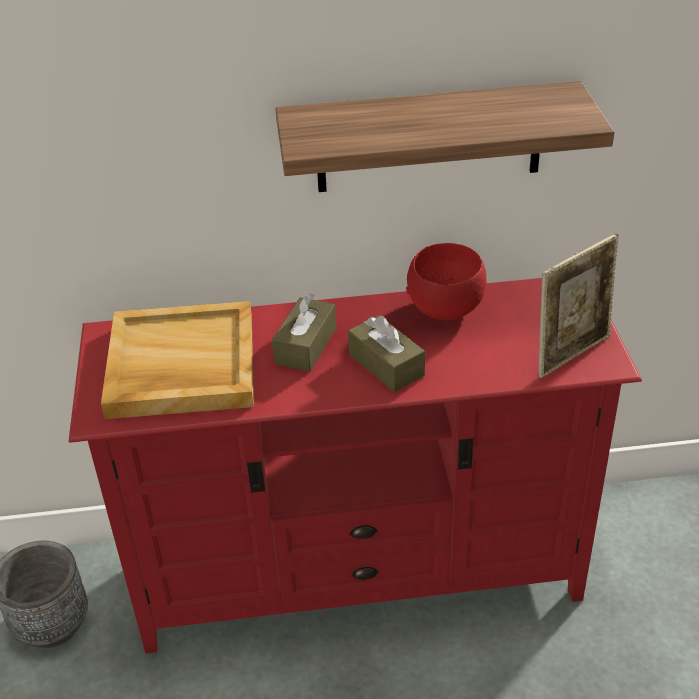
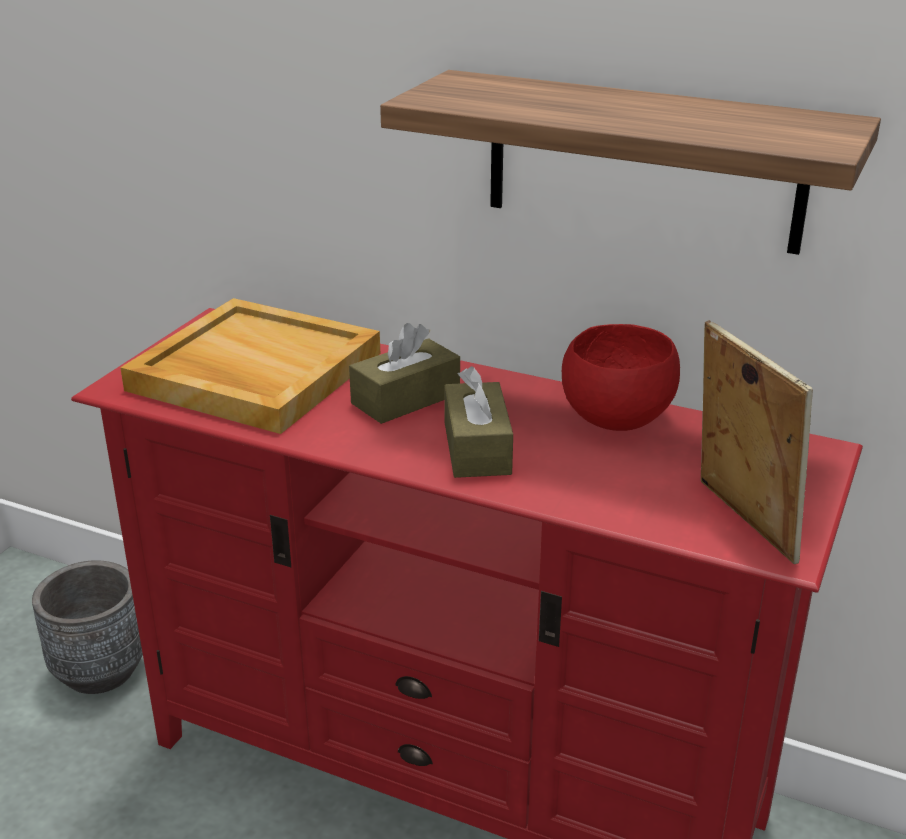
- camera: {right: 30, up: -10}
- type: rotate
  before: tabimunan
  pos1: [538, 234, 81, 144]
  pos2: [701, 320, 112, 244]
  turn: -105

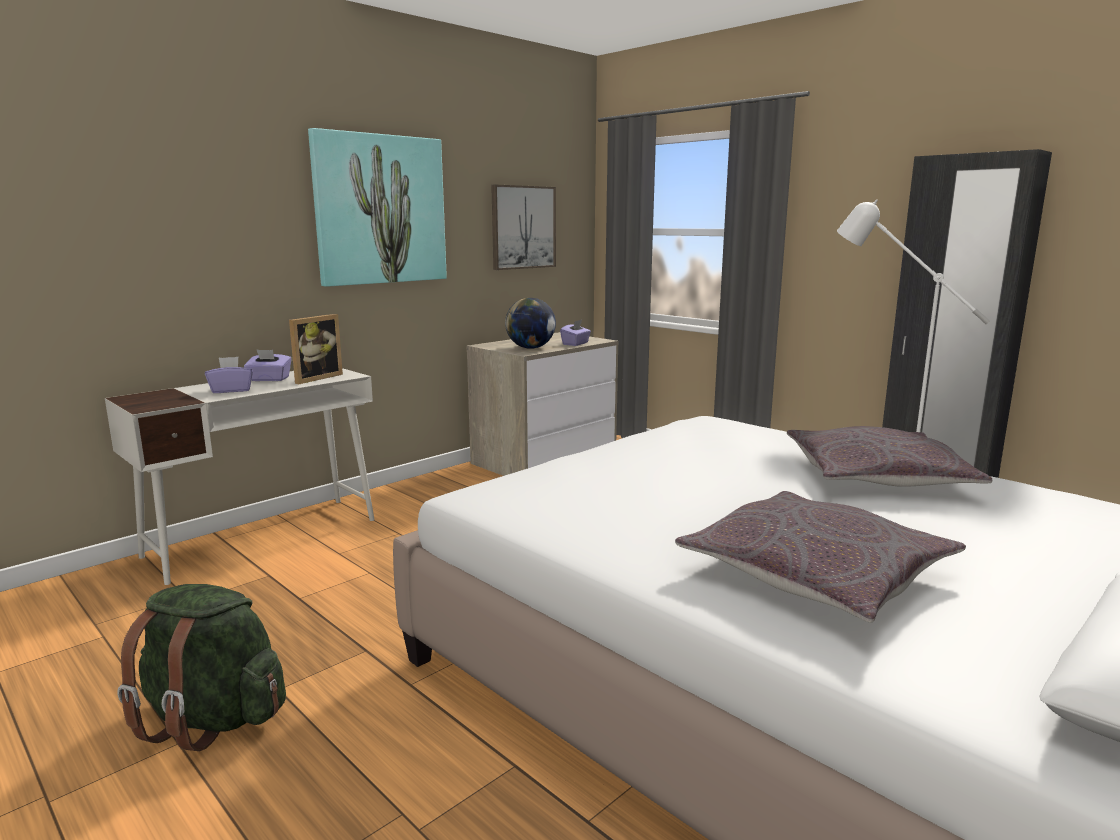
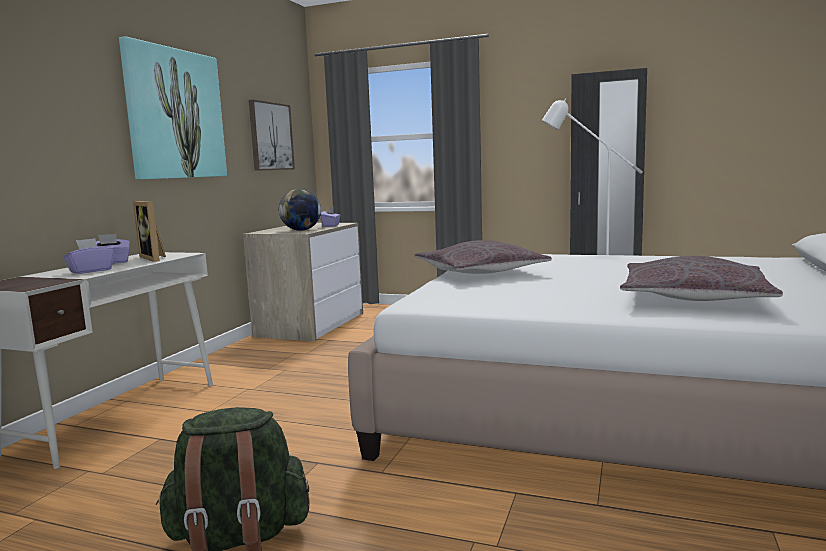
- camera: {right: -25, up: -5}
- type: rotate
  before: tabimunan
  pos1: [289, 314, 54, 70]
  pos2: [133, 201, 33, 61]
  turn: 135
- type: move
  before: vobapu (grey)
  pos1: [787, 426, 205, 61]
  pos2: [415, 240, 137, 34]

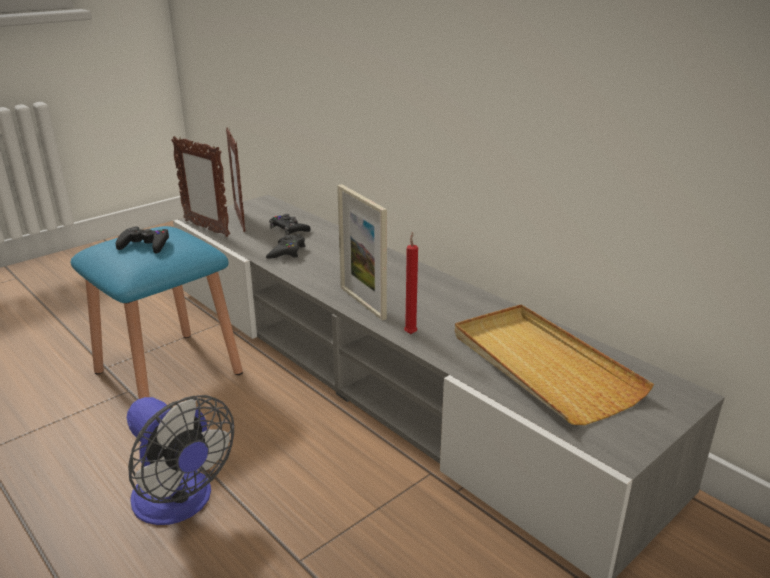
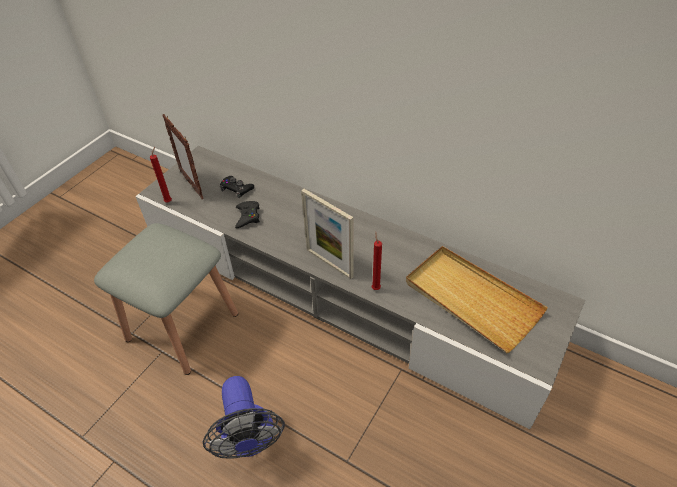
- camera: {right: -15, up: 20}
- type: replace
  before: tabimunan
  after: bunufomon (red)
  pos1: [171, 136, 59, 101]
  pos2: [150, 147, 22, 55]
- type: recolor
  before: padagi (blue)
  after: padagi (grey)
  pos1: [71, 226, 172, 173]
  pos2: [94, 223, 144, 152]
- type: delete
  before: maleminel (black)
  pos1: [116, 226, 53, 27]
- type: rotate
  before: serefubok
  pos1: [127, 395, 107, 130]
  pos2: [203, 376, 82, 83]
  turn: 45

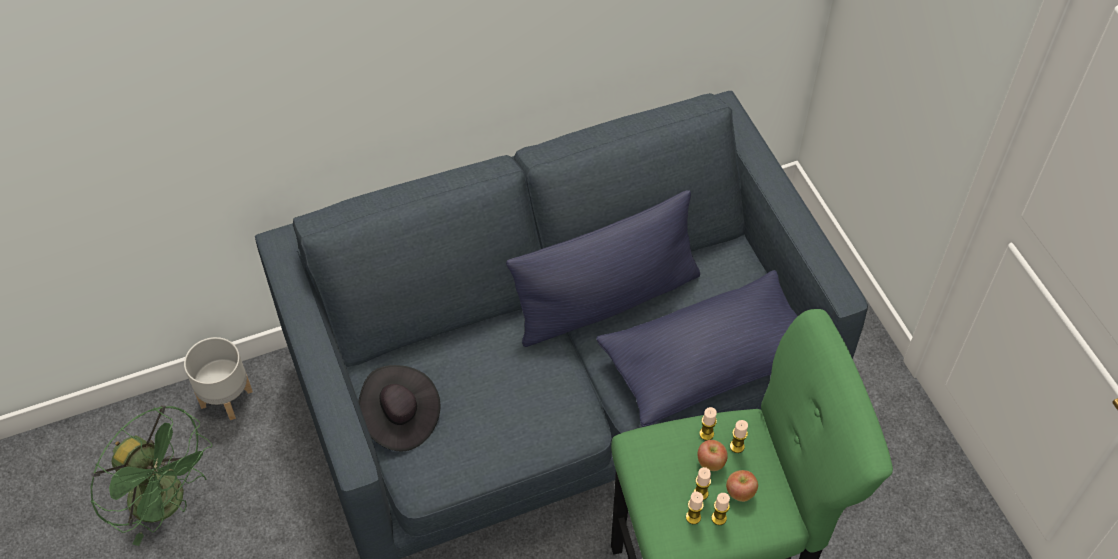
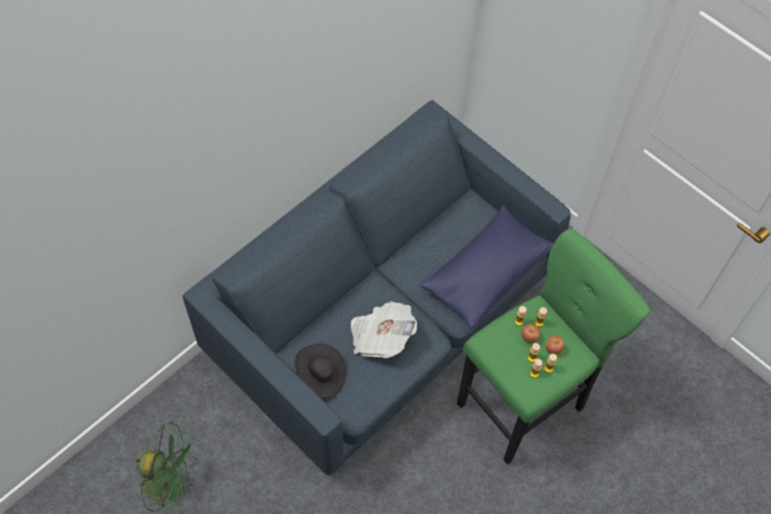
- camera: {right: -25, up: 5}
- type: delete
  before: vobapu (blue)
  pos1: [506, 190, 194, 157]
- type: delete
  before: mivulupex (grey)
  pos1: [184, 337, 69, 83]
- type: insert
  after: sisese
  pos2: [351, 301, 66, 57]

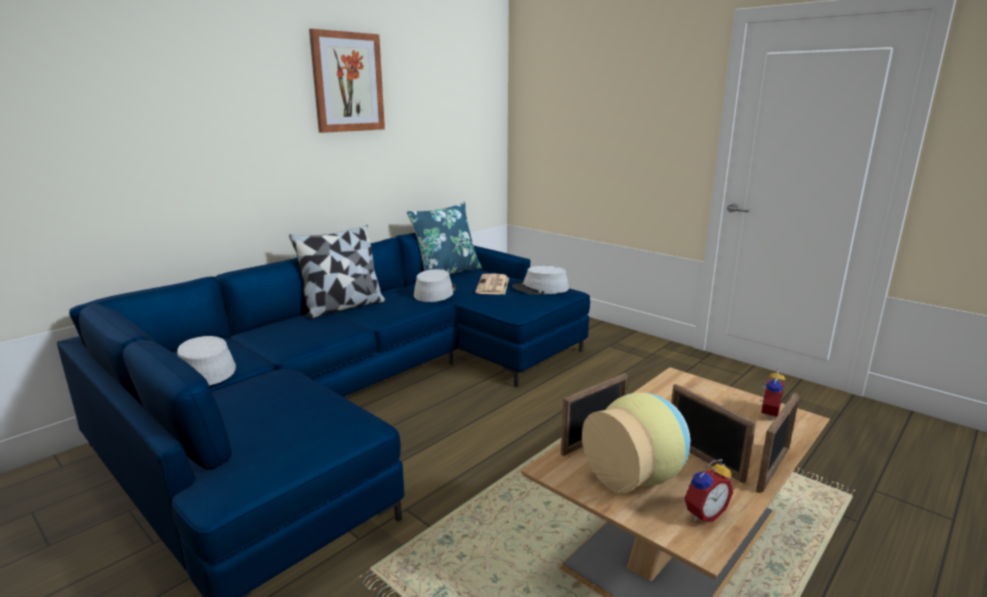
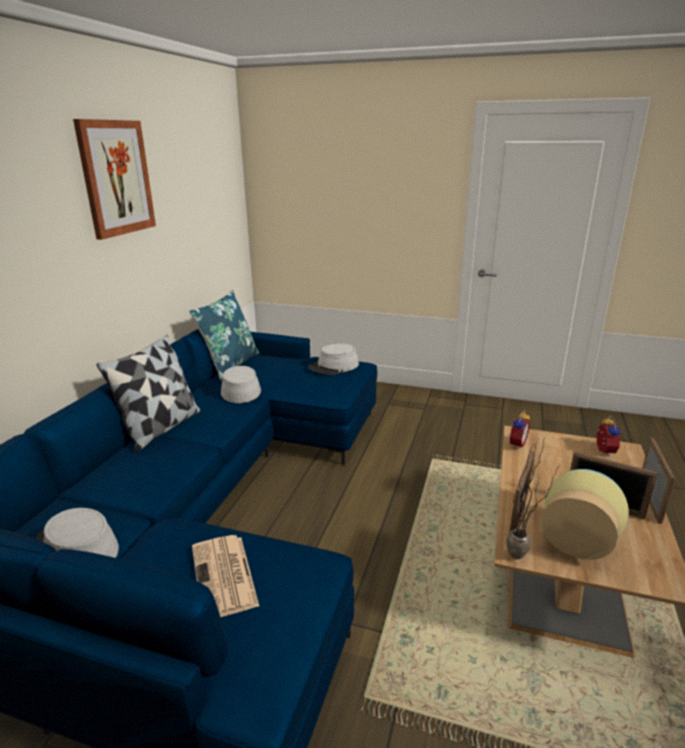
- camera: {right: -25, up: 5}
- type: move
  before: sisese
  pos1: [475, 274, 34, 20]
  pos2: [192, 535, 67, 82]
- type: move
  before: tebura
  pos1: [684, 459, 49, 63]
  pos2: [509, 410, 21, 39]
- type: insert
  after: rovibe
  pos2: [506, 437, 53, 122]

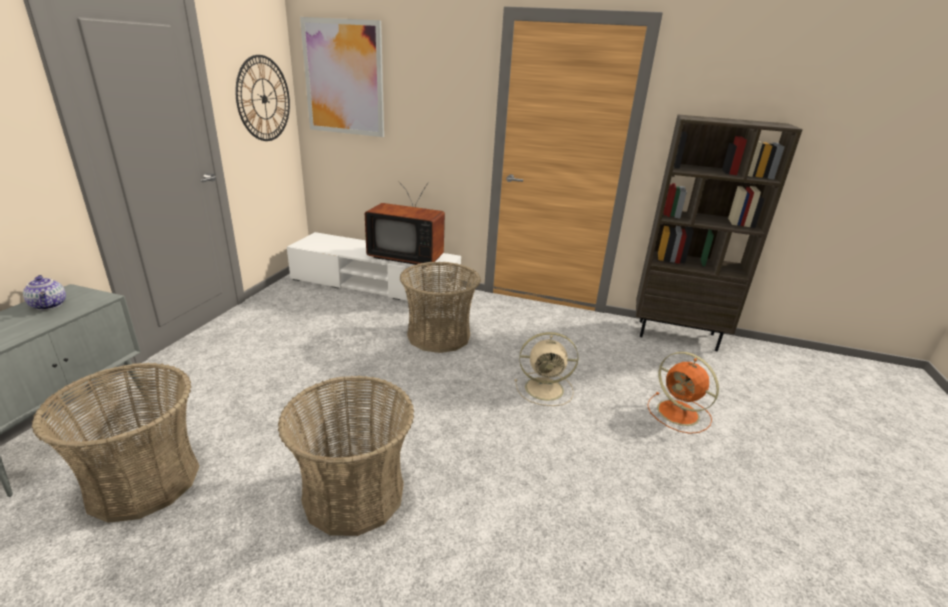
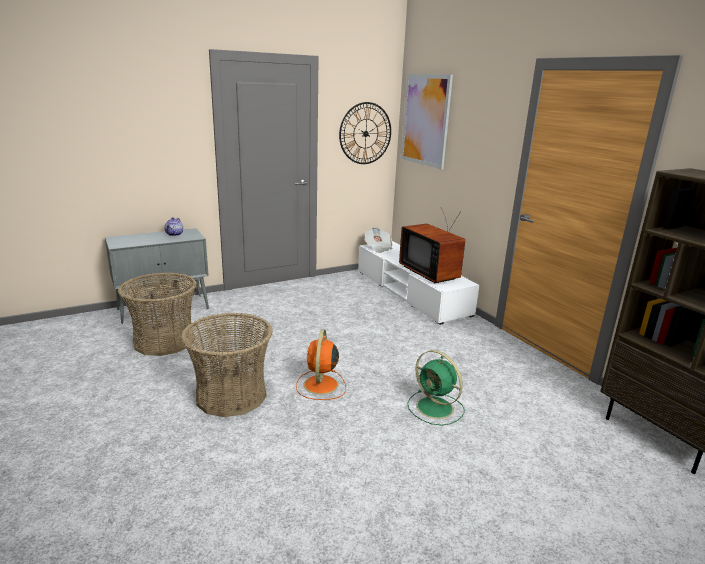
- camera: {right: 45, up: -5}
- type: delete
  before: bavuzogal
  pos1: [400, 261, 81, 92]
- type: recolor
  before: serefubok (beige)
  after: serefubok (green)
  pos1: [515, 332, 63, 74]
  pos2: [407, 350, 57, 76]
- type: move
  before: serefubok (orange)
  pos1: [647, 352, 72, 82]
  pos2: [296, 329, 50, 71]
- type: insert
  after: sisese
  pos2: [364, 227, 29, 26]

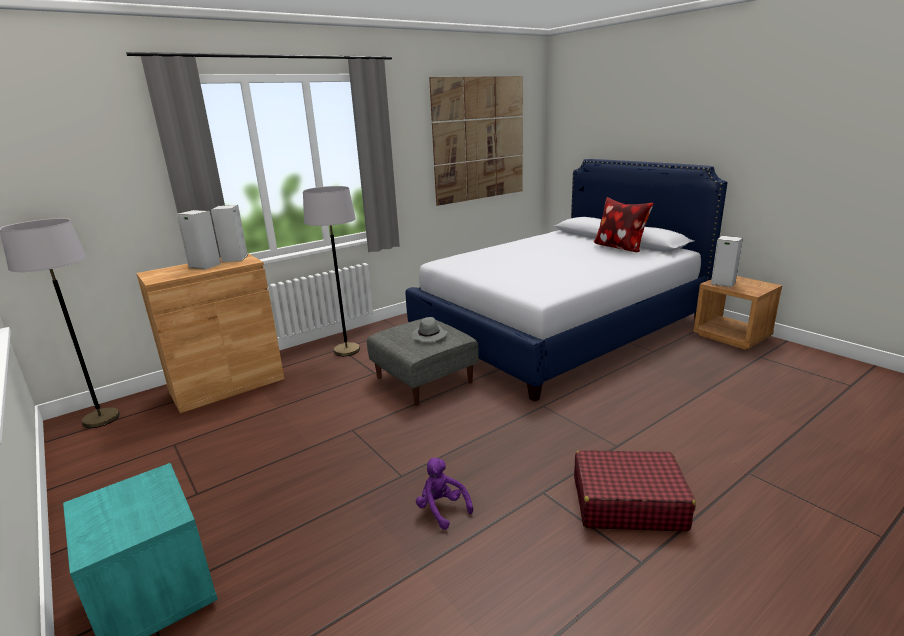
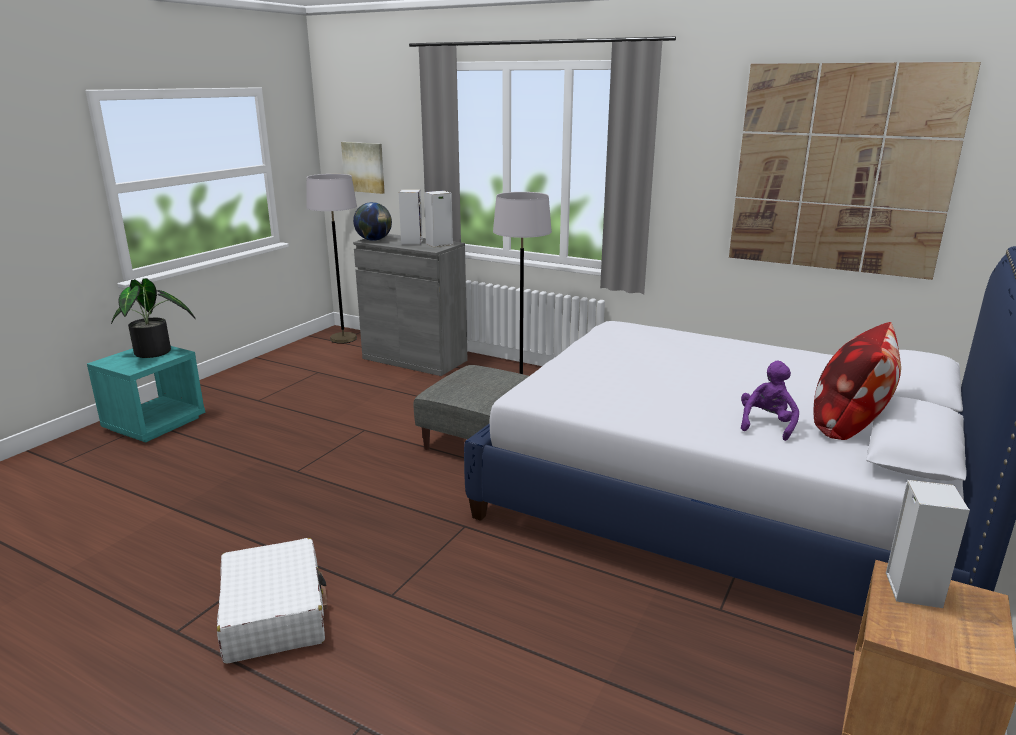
- camera: {right: 65, up: 0}
- type: recolor
  before: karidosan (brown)
  after: karidosan (grey)
  pos1: [136, 253, 149, 160]
  pos2: [353, 234, 114, 142]
- type: delete
  before: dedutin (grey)
  pos1: [412, 317, 35, 25]
- type: recolor
  before: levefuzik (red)
  after: levefuzik (white)
  pos1: [574, 450, 122, 81]
  pos2: [217, 538, 110, 126]
- type: move
  before: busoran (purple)
  pos1: [416, 458, 57, 72]
  pos2: [741, 361, 58, 80]
- type: insert
  after: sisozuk
  pos2: [341, 142, 44, 52]
- type: insert
  after: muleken
  pos2: [353, 202, 39, 39]
- type: insert
  after: rovibe
  pos2: [111, 278, 85, 80]

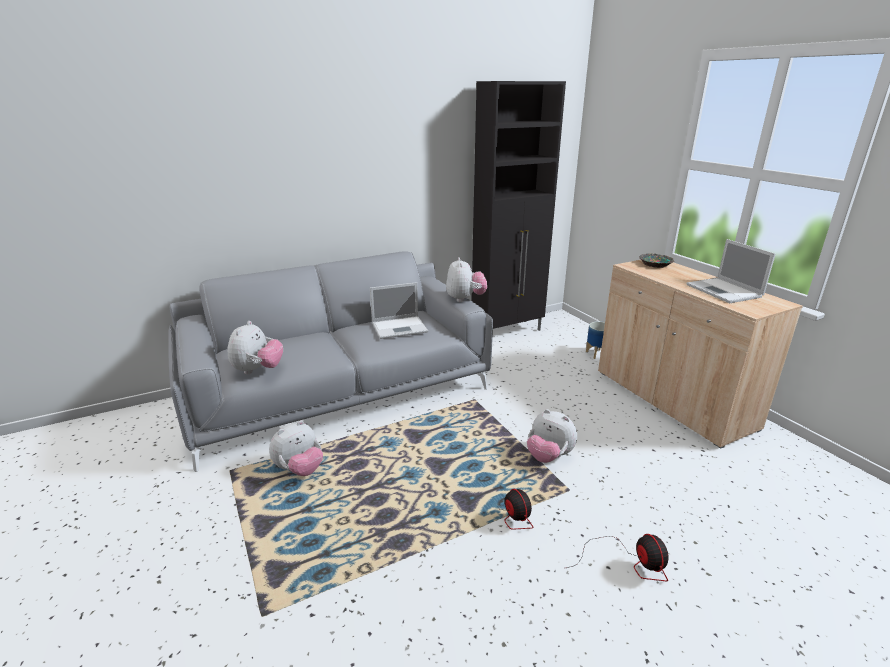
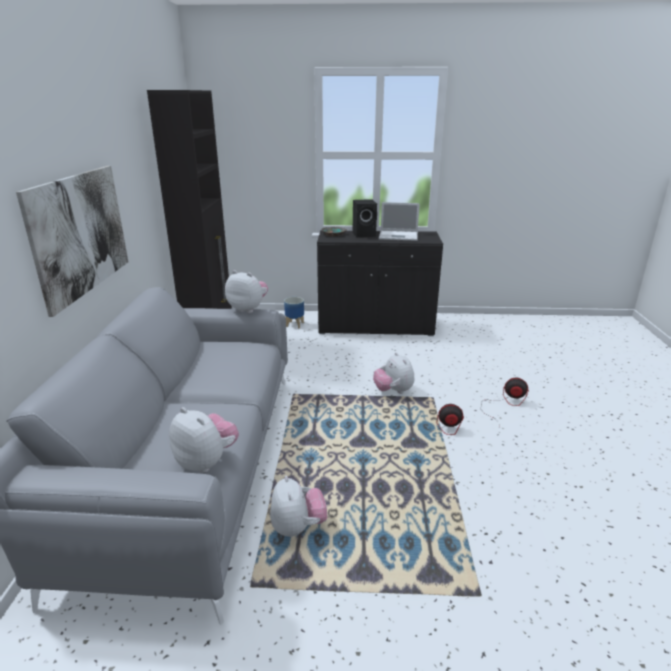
- camera: {right: -60, up: 0}
- type: recolor
  before: karidosan (beige)
  after: karidosan (black)
  pos1: [598, 260, 205, 189]
  pos2: [317, 230, 126, 106]
- type: delete
  before: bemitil
  pos1: [370, 282, 58, 57]
- type: rotate
  before: busoran
  pos1: [527, 409, 50, 54]
  pos2: [373, 352, 42, 42]
  turn: 90
- type: insert
  after: sisozuk
  pos2: [16, 166, 112, 151]
- type: insert
  after: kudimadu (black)
  pos2: [353, 199, 24, 38]

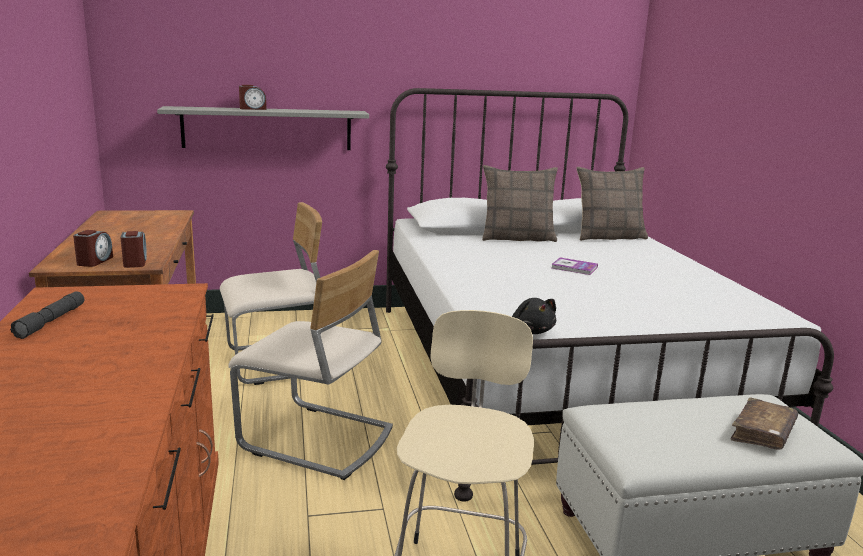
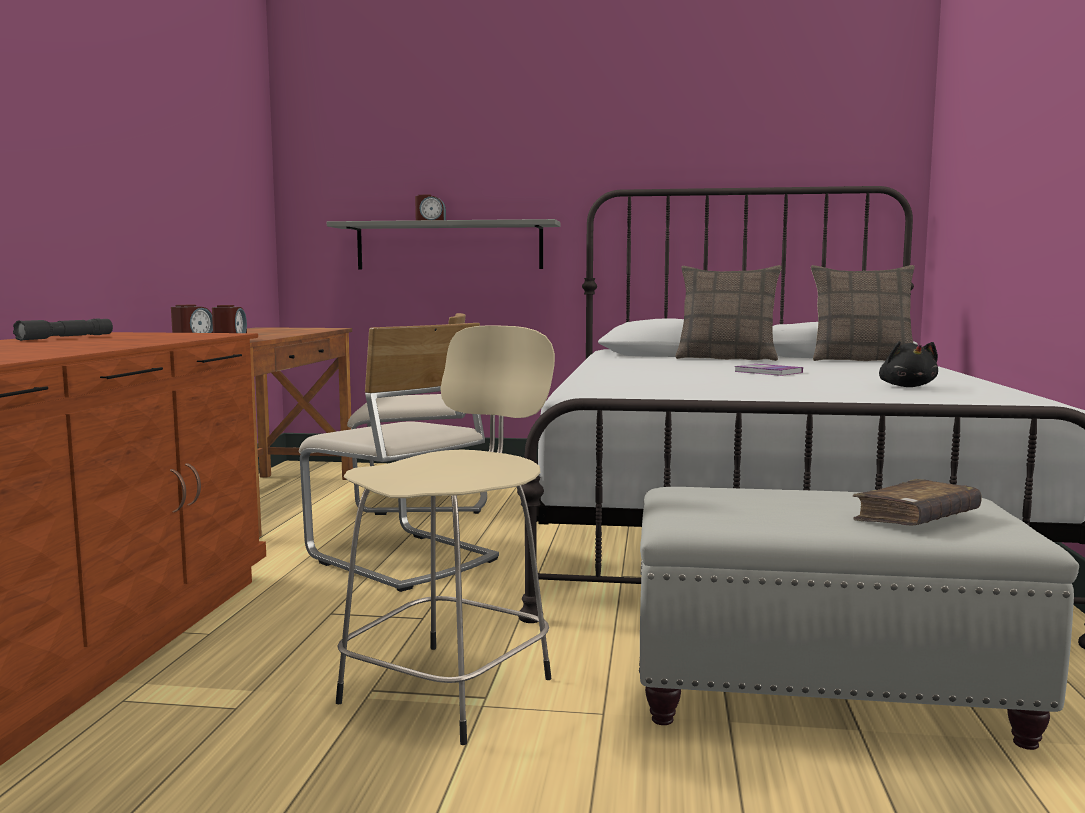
- camera: {right: 20, up: -10}
- type: move
  before: busoran (black)
  pos1: [512, 298, 44, 36]
  pos2: [879, 341, 59, 46]

